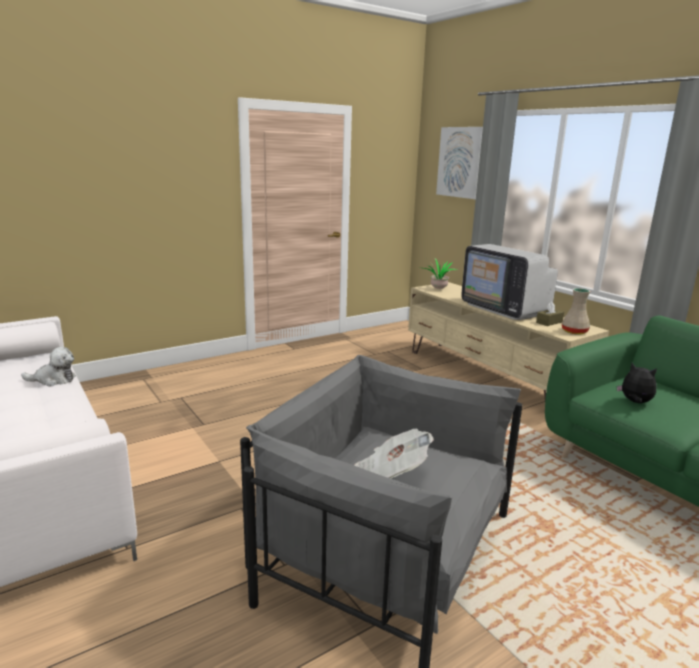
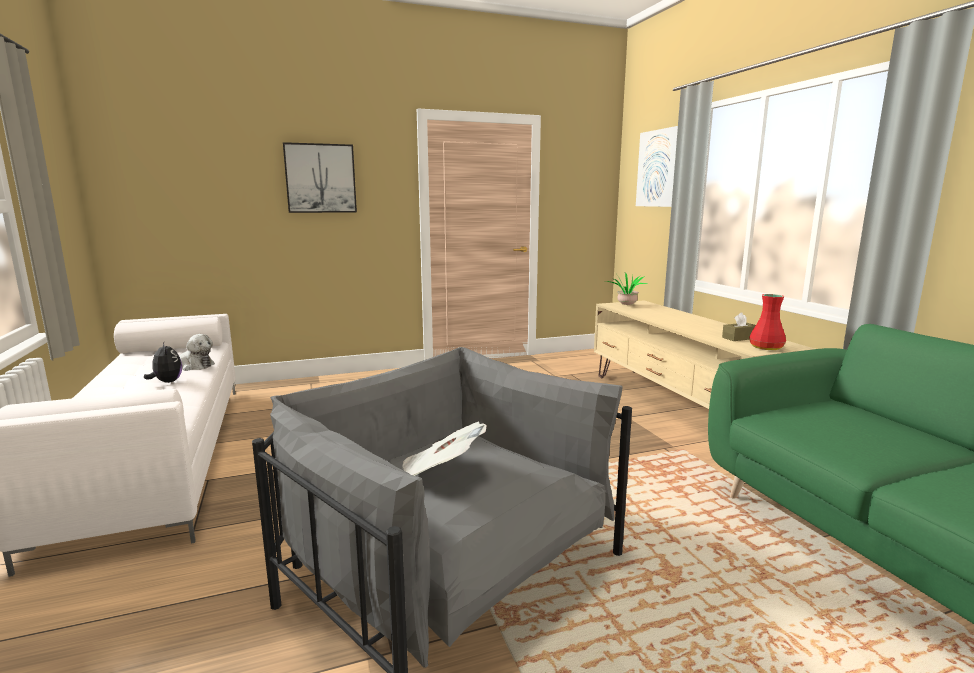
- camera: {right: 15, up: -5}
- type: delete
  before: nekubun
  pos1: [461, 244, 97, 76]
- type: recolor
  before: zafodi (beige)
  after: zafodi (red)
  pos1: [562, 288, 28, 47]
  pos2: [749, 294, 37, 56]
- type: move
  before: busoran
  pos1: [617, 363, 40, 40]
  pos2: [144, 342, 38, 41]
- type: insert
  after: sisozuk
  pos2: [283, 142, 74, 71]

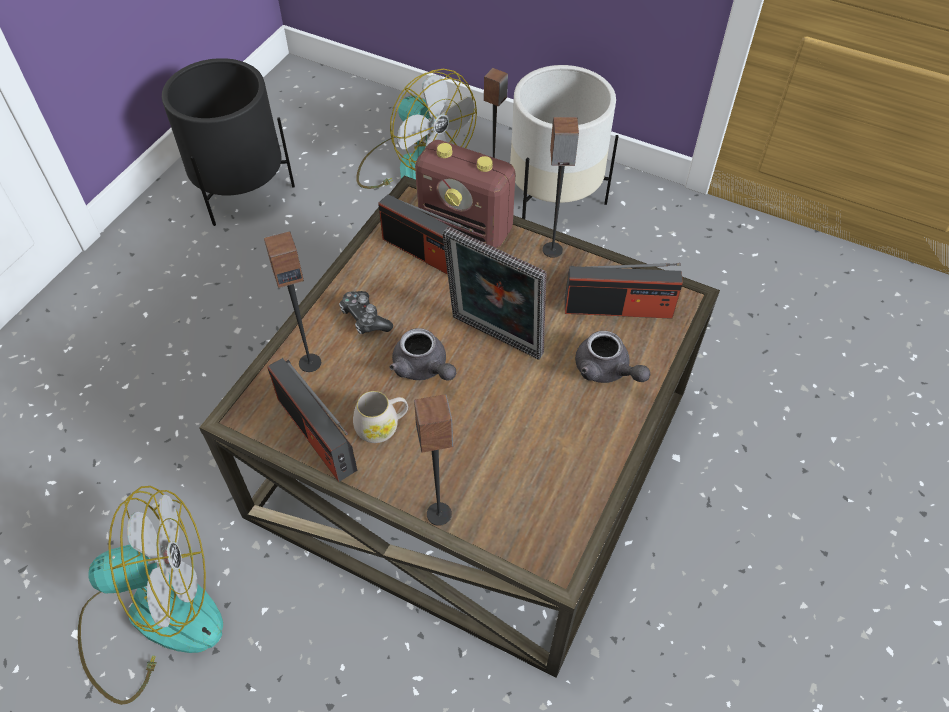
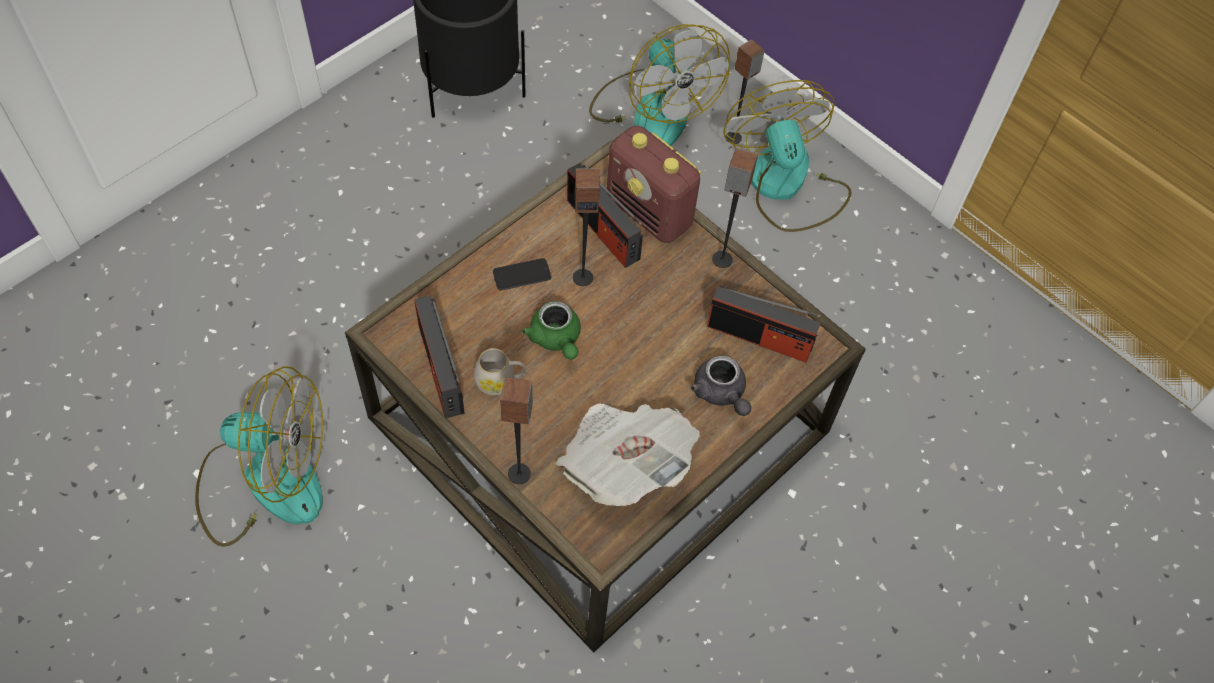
- camera: {right: 15, up: 5}
- type: replace
  before: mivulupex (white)
  after: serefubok
  pos1: [510, 65, 108, 154]
  pos2: [723, 80, 129, 152]
- type: delete
  before: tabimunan
  pos1: [442, 227, 104, 133]
- type: move
  before: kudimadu
  pos1: [264, 231, 57, 141]
  pos2: [573, 168, 27, 118]
- type: replace
  before: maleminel
  after: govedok
  pos1: [339, 291, 54, 43]
  pos2: [493, 258, 58, 32]
- type: recolor
  before: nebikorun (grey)
  after: nebikorun (green)
  pos1: [390, 328, 66, 52]
  pos2: [522, 301, 59, 59]
- type: insert
  after: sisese
  pos2: [556, 403, 144, 103]

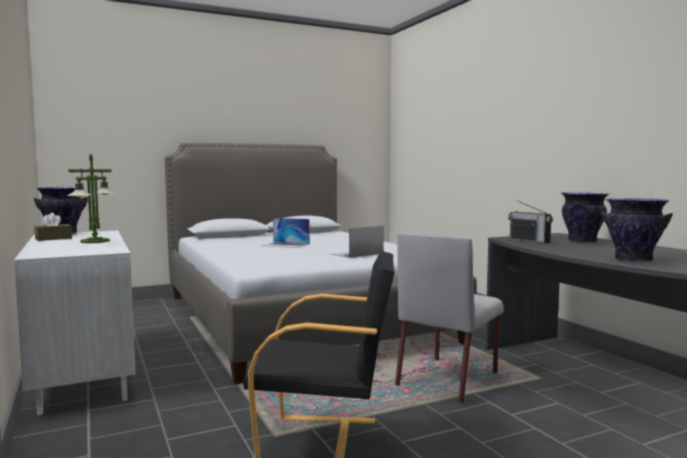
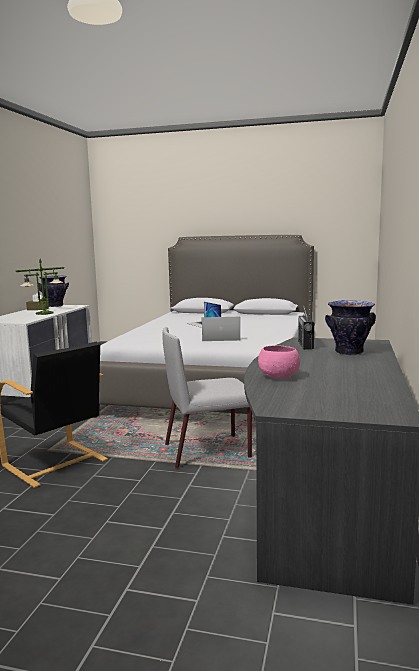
- camera: {right: 40, up: 5}
- type: replace
  before: zafodi
  after: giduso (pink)
  pos1: [601, 198, 72, 64]
  pos2: [258, 345, 42, 33]

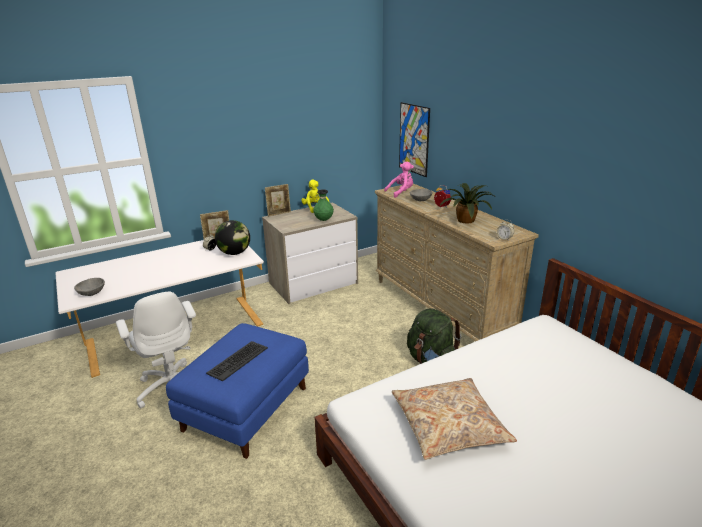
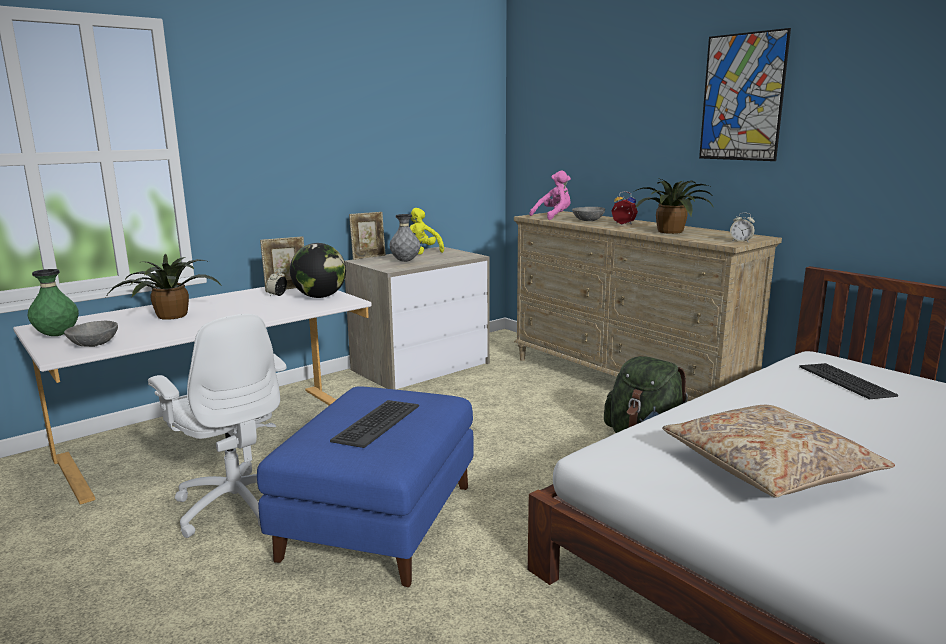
- camera: {right: -10, up: -10}
- type: move
  before: sisozuk
  pos1: [399, 102, 31, 75]
  pos2: [699, 28, 92, 133]
- type: move
  before: zafodi (green)
  pos1: [313, 189, 21, 32]
  pos2: [27, 269, 52, 67]
- type: insert
  after: zafodi (grey)
  pos2: [389, 214, 31, 48]
- type: insert
  after: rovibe
  pos2: [106, 254, 115, 66]
- type: insert
  after: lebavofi
  pos2: [799, 363, 99, 36]

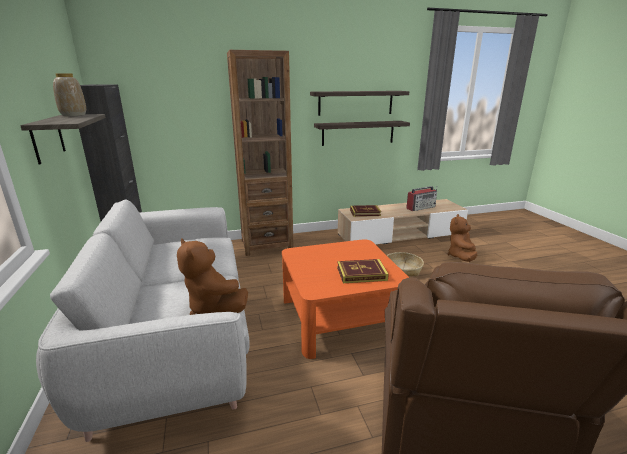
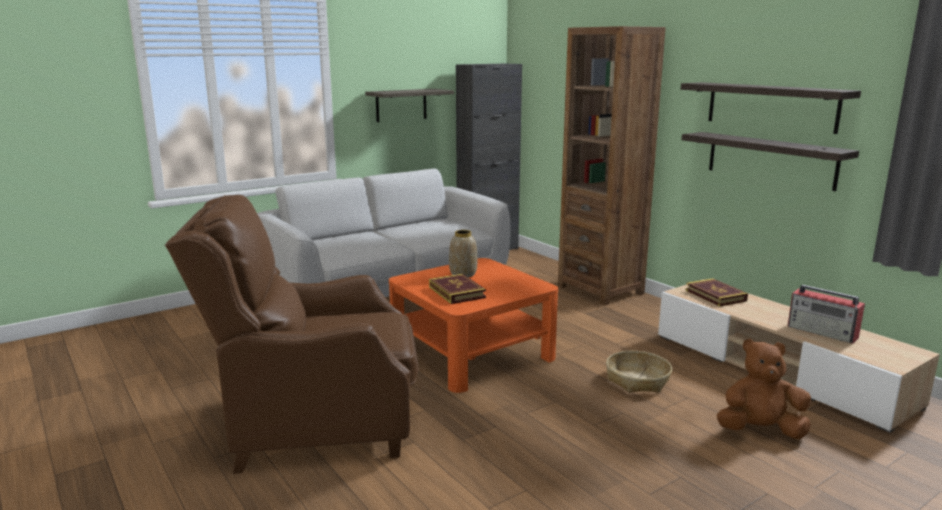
- camera: {right: 70, up: -5}
- type: move
  before: zafodi
  pos1: [53, 73, 33, 43]
  pos2: [449, 230, 28, 47]
- type: delete
  before: busoran (brown)
  pos1: [177, 238, 71, 77]

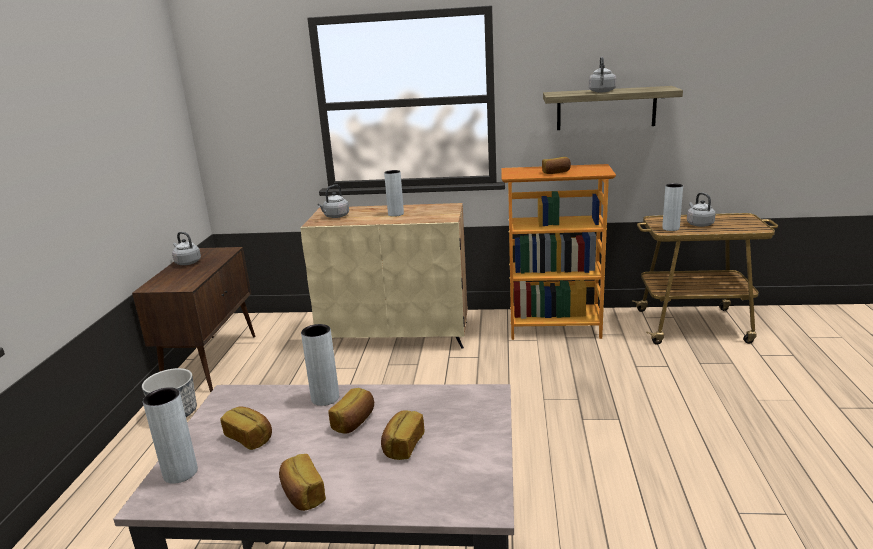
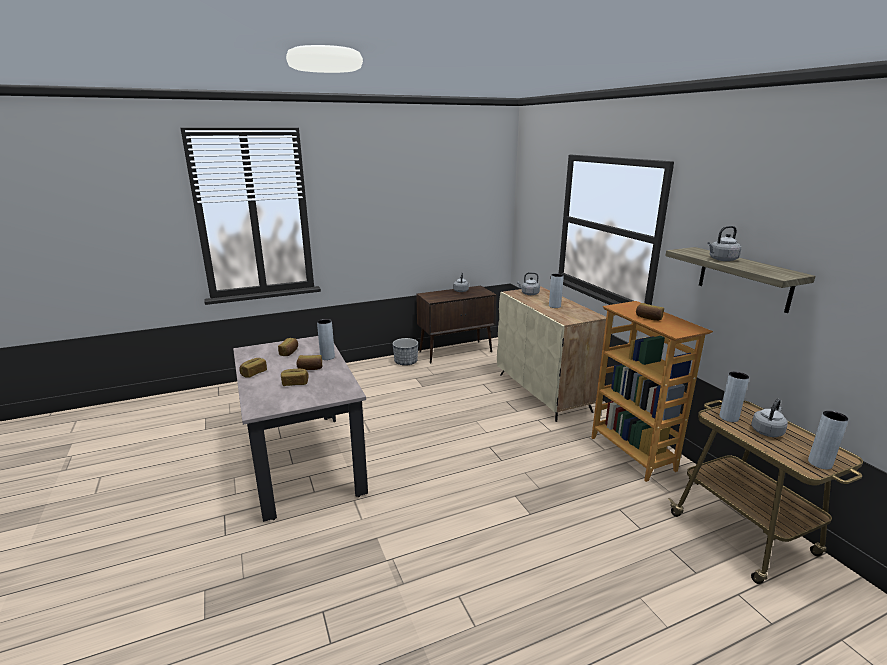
- camera: {right: 60, up: 0}
- type: move
  before: zafodi (grey)
  pos1: [143, 387, 55, 97]
  pos2: [808, 411, 40, 58]

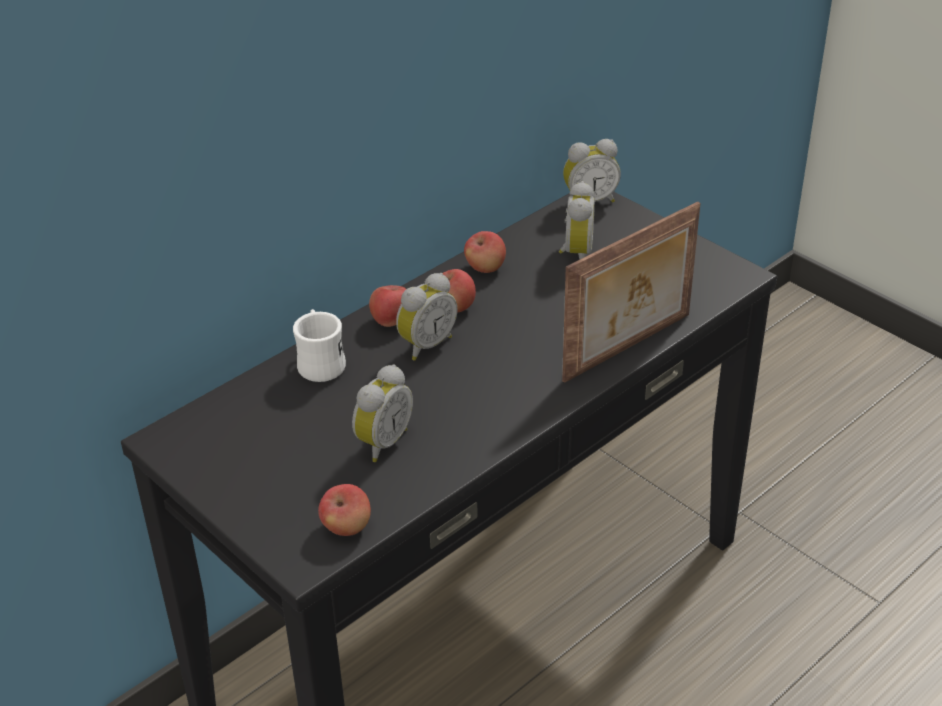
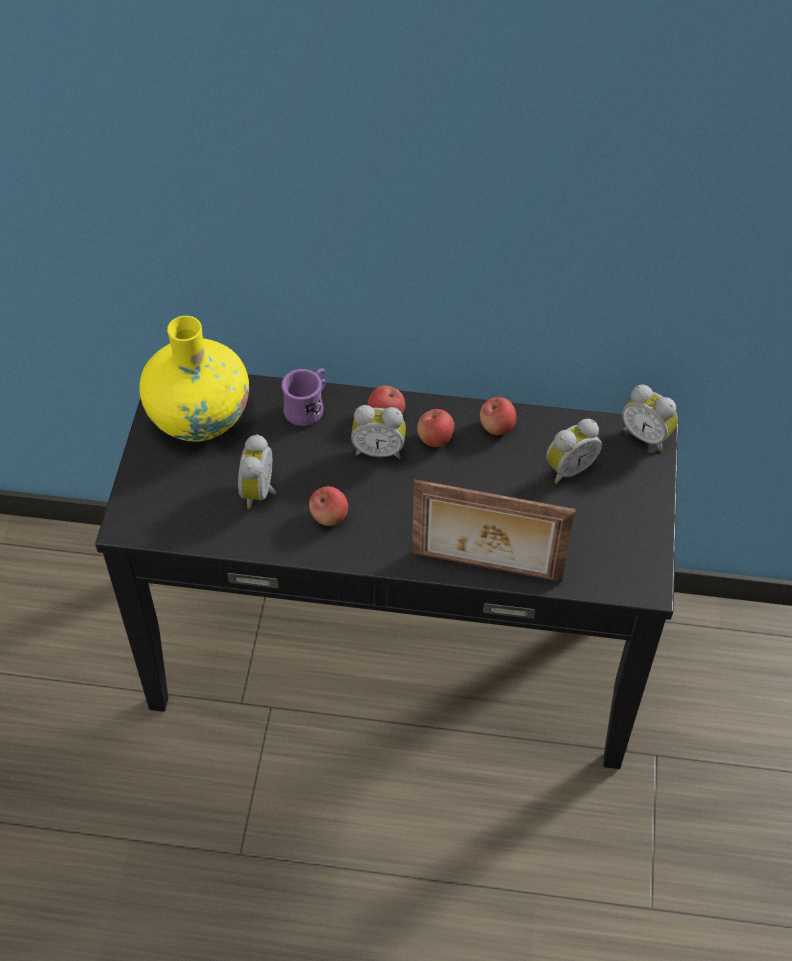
- camera: {right: 50, up: 15}
- type: recolor
  before: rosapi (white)
  after: rosapi (purple)
  pos1: [293, 309, 53, 73]
  pos2: [281, 368, 45, 58]
- type: rotate
  before: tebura
  pos1: [352, 364, 61, 98]
  pos2: [238, 434, 39, 76]
  turn: 105
- type: move
  before: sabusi
  pos1: [318, 484, 53, 52]
  pos2: [309, 486, 39, 40]
- type: insert
  after: zafodi (yellow)
  pos2: [139, 316, 110, 126]

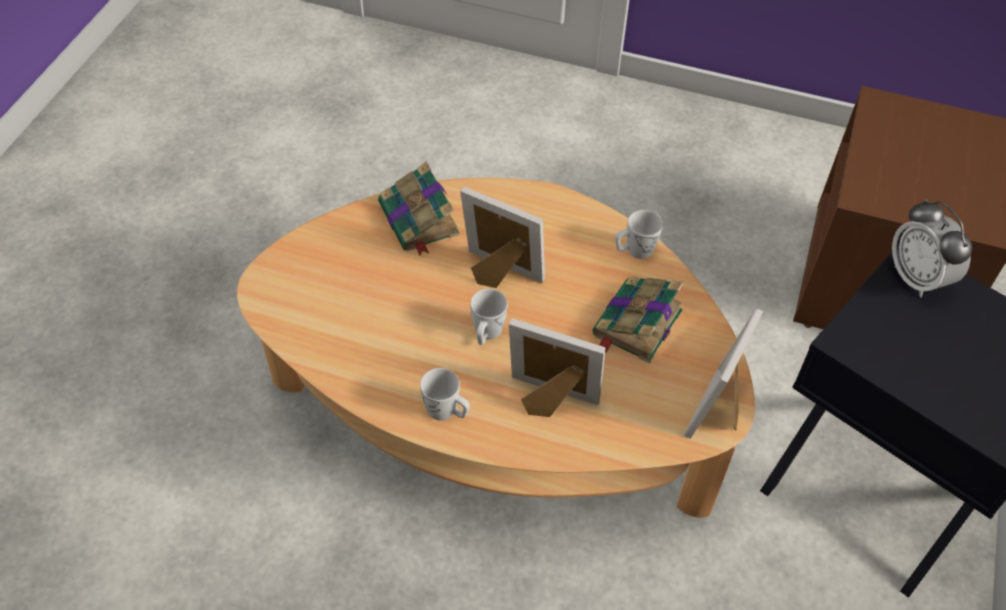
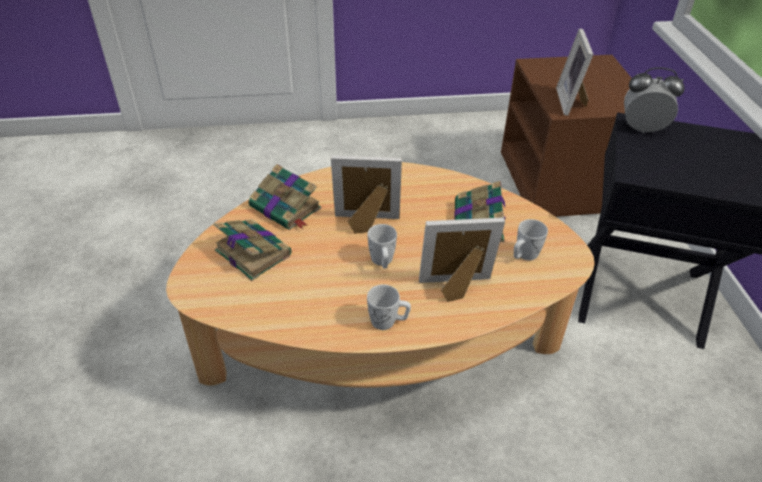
- camera: {right: -25, up: -10}
- type: rotate
  before: tebura
  pos1: [892, 199, 80, 98]
  pos2: [624, 67, 60, 66]
  turn: 150
- type: move
  before: rosapi (white)
  pos1: [615, 210, 48, 49]
  pos2: [514, 219, 34, 41]
- type: move
  before: tabimunan
  pos1: [684, 309, 79, 130]
  pos2: [556, 29, 38, 87]
- type: insert
  after: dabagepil
  pos2: [214, 219, 78, 62]

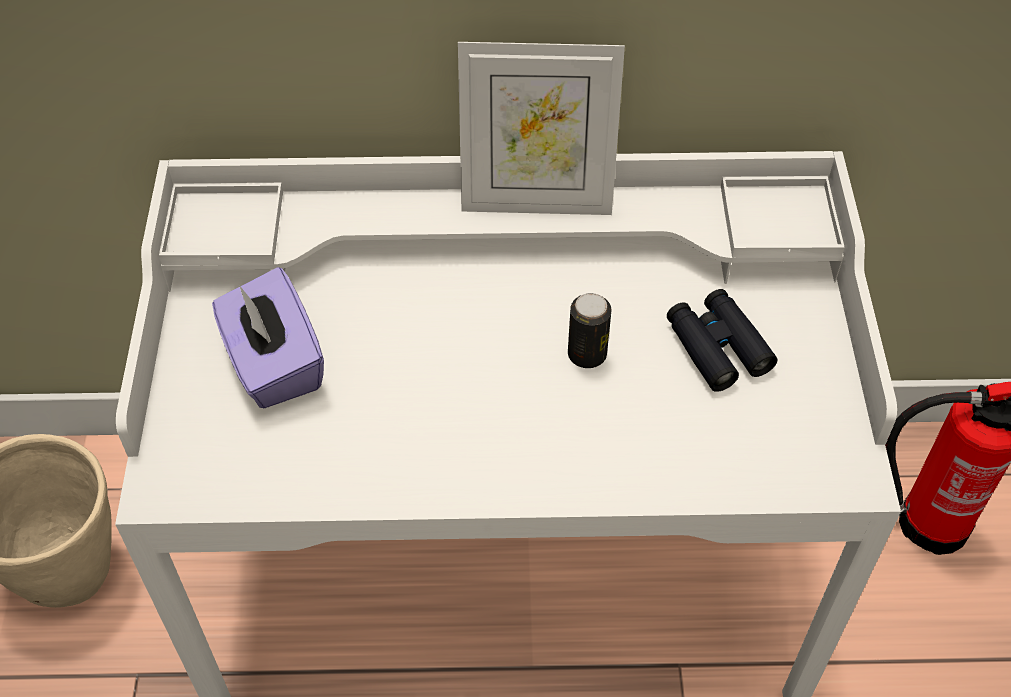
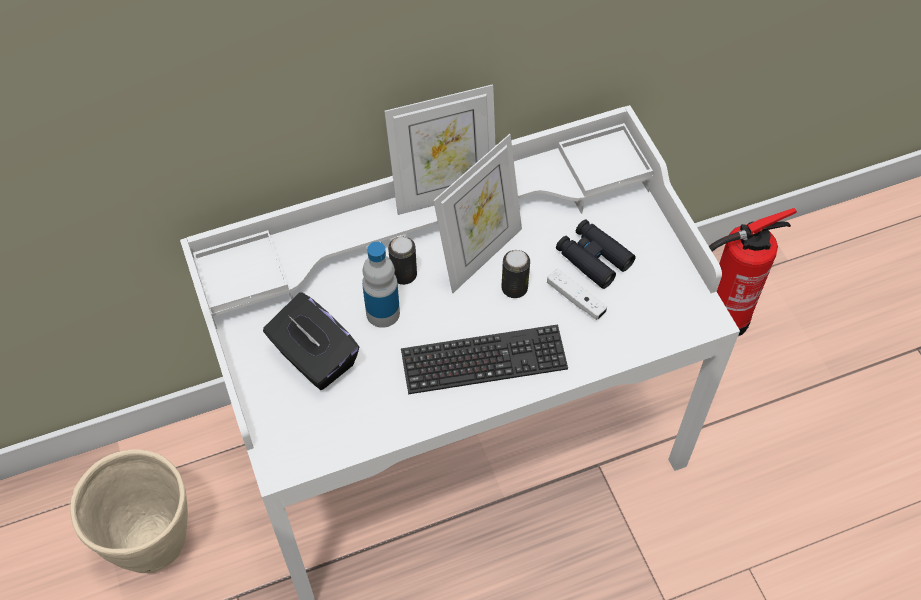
- camera: {right: -20, up: 5}
- type: recolor
  before: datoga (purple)
  after: datoga (black)
  pos1: [212, 267, 112, 141]
  pos2: [263, 292, 96, 98]
- type: insert
  after: tabimunan
  pos2: [433, 134, 89, 159]
- type: insert
  after: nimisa
  pos2: [388, 236, 29, 49]
- type: insert
  after: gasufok
  pos2: [362, 242, 38, 86]
- type: insert
  after: maleminel (white)
  pos2: [547, 269, 60, 51]
- type: insert
  after: lebavofi
  pos2: [401, 324, 167, 70]

